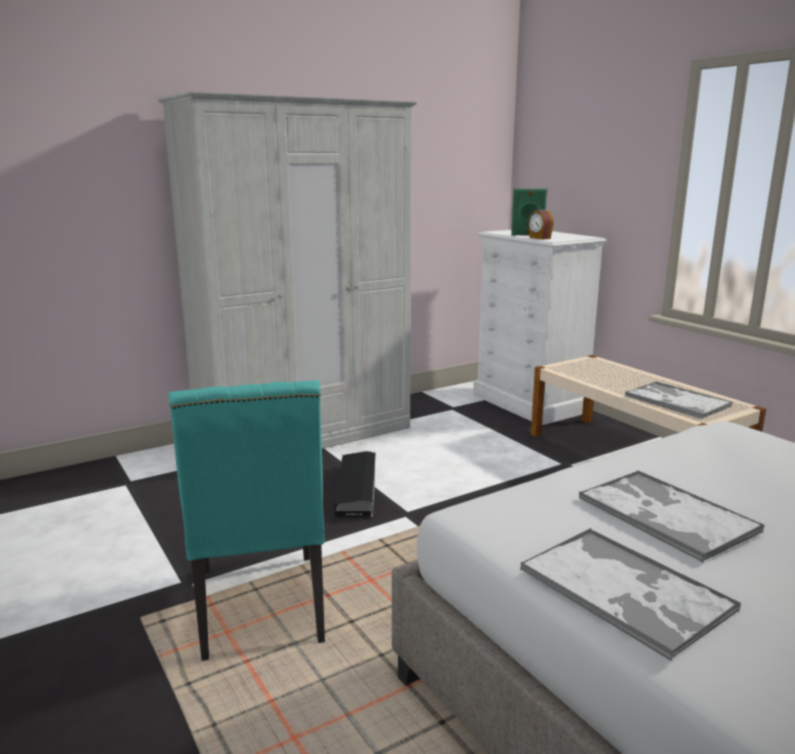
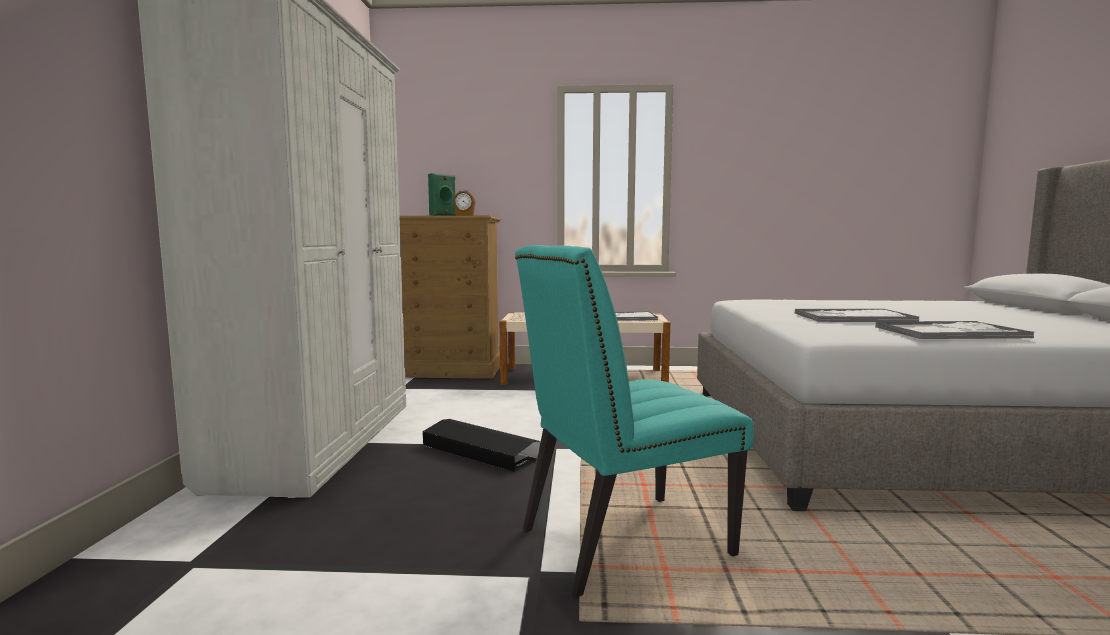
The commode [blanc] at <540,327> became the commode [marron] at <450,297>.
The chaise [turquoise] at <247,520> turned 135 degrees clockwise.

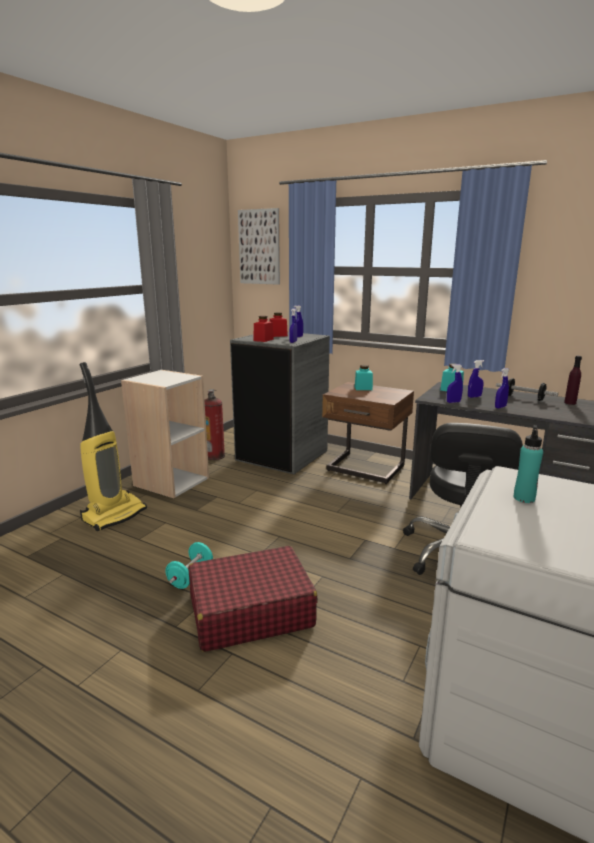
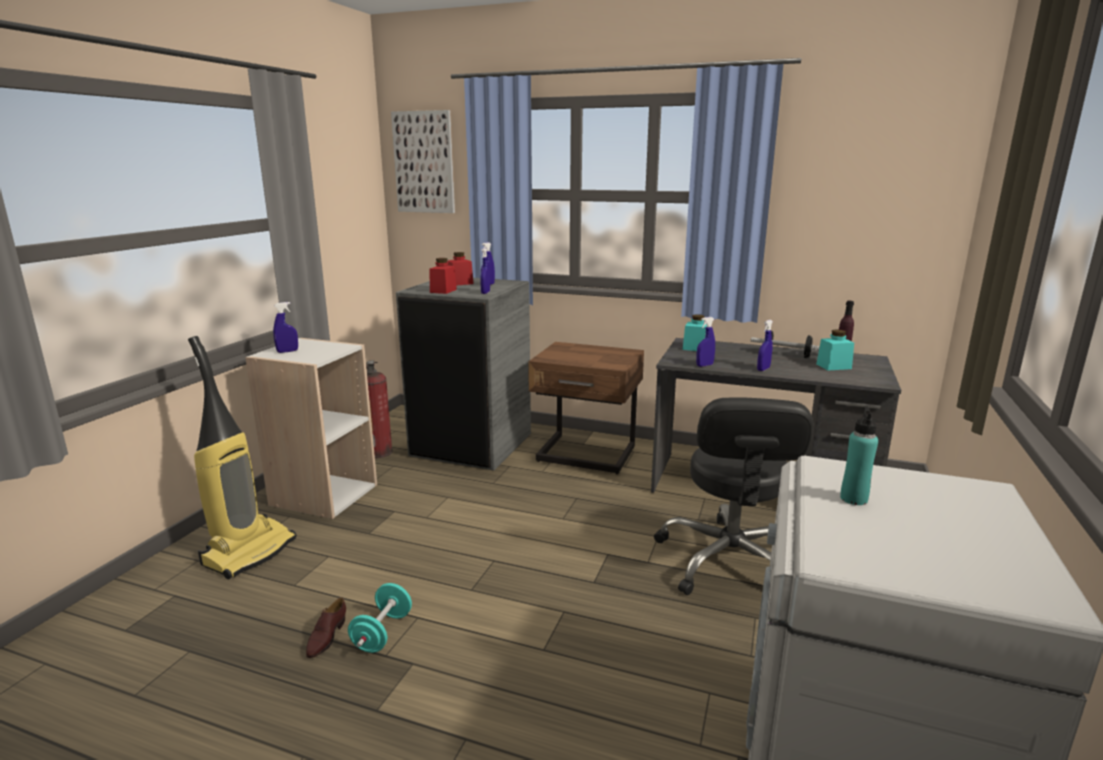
The valise [rouge] at <253,599> disappeared.
The chaussure [marron] at <326,628> appeared.
The bocal [turquoise] moved from <364,377> to <835,349>.
The vaporisateur [bleu] moved from <476,379> to <285,327>.

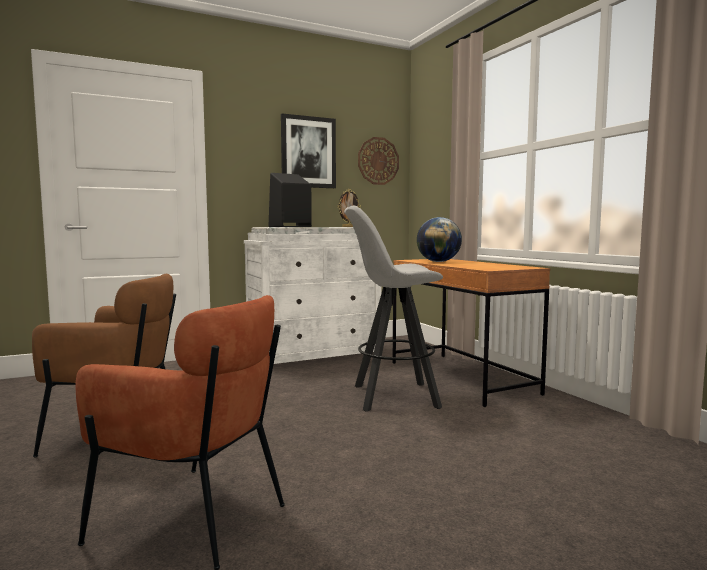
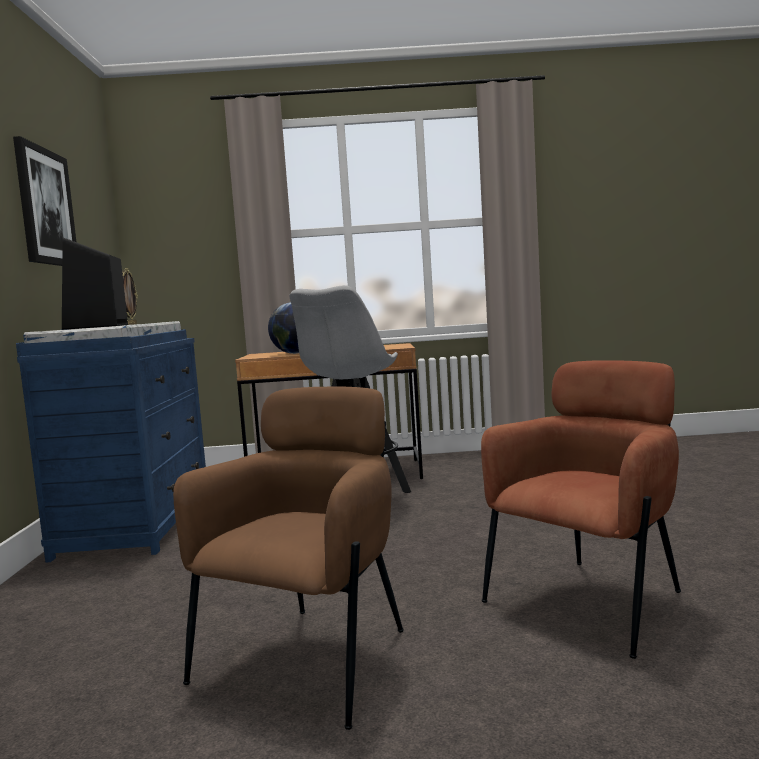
The horloge murale at <378,161> disappeared.
The commode [blanc] at <313,295> became the commode [bleu] at <111,441>.

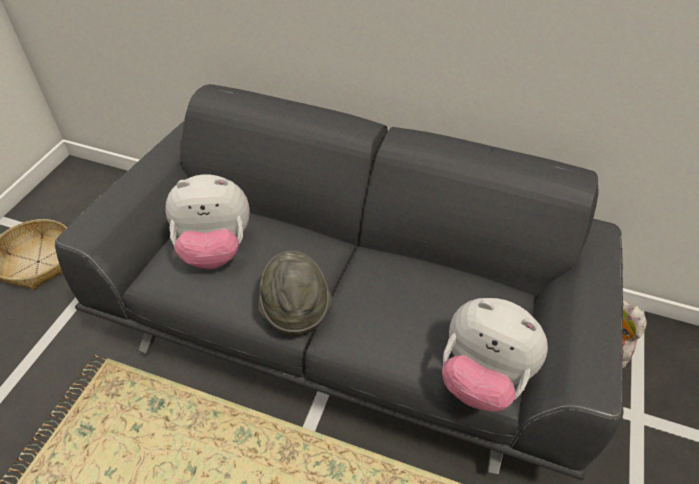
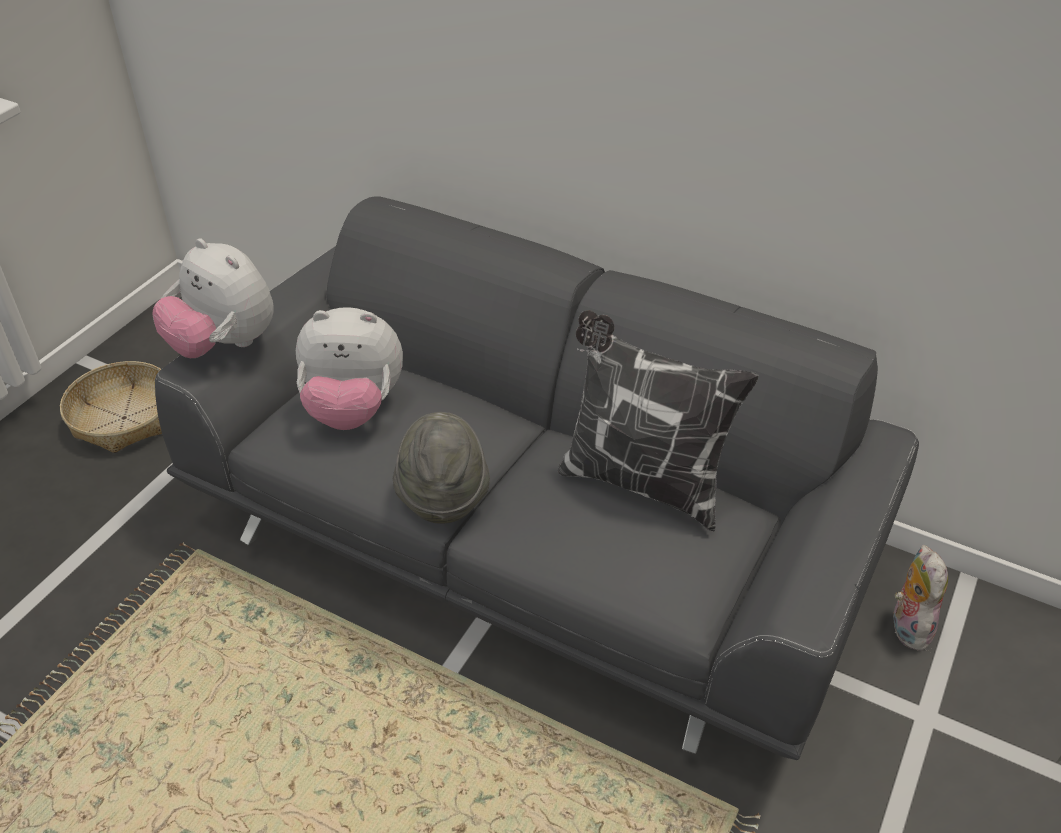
The coussin at <658,421> appeared.
The peluche moved from <495,355> to <213,298>.

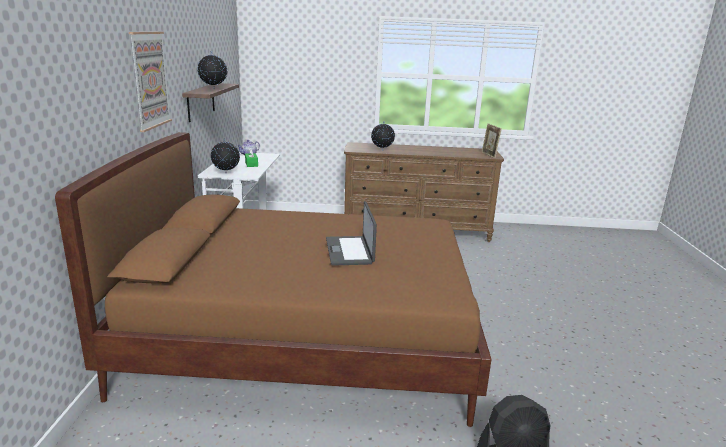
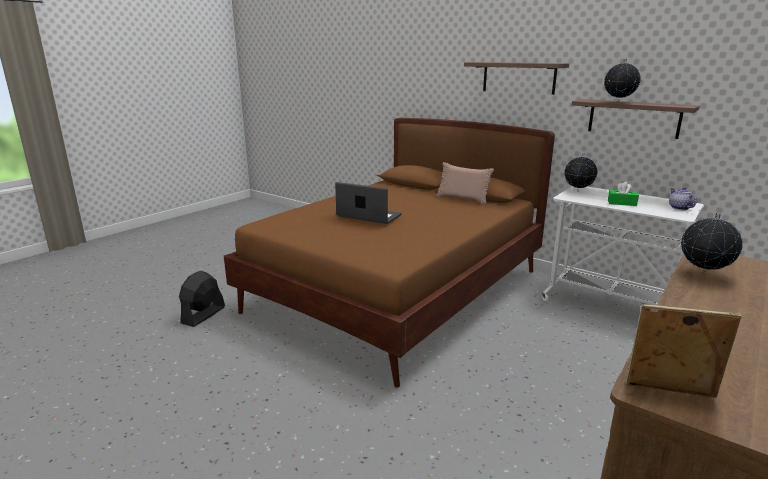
The coussin [beige] at <465,183> appeared.
The tableau at <150,82> was replaced by the étagère at <516,78>.

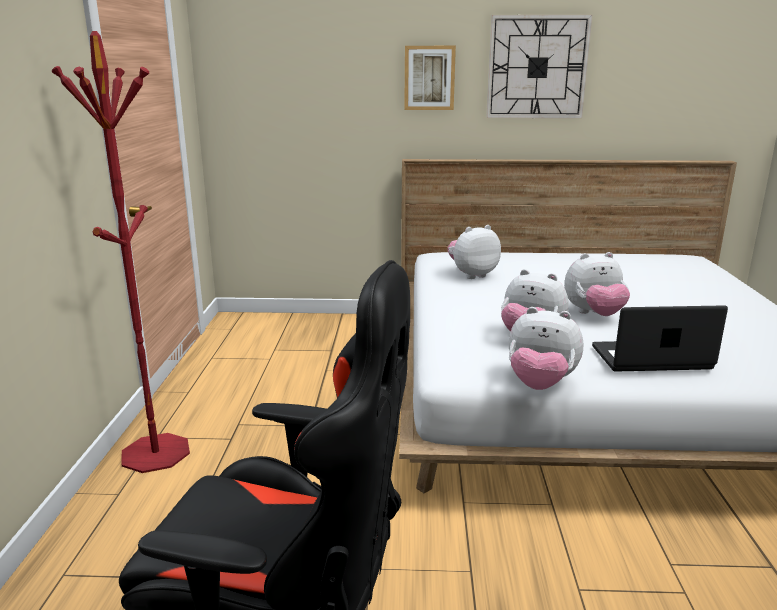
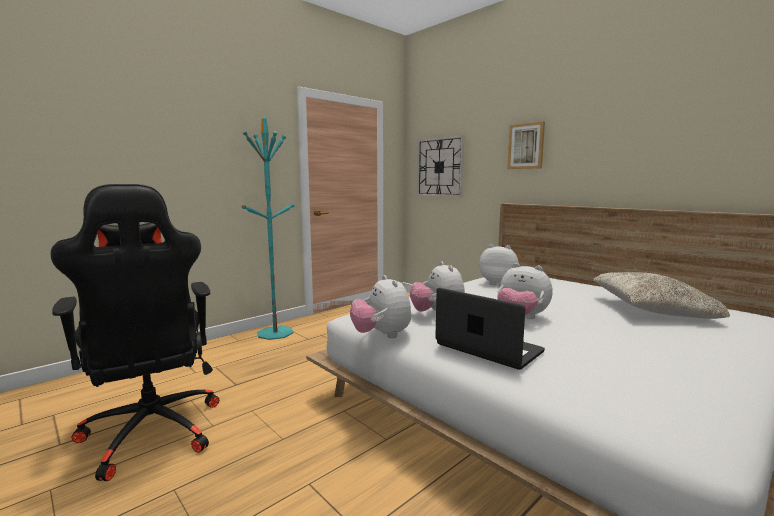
The coussin [beige] at <661,295> appeared.
The horloge murale moved from <539,66> to <440,166>.
The portant [rouge] at <121,252> became the portant [turquoise] at <268,228>.

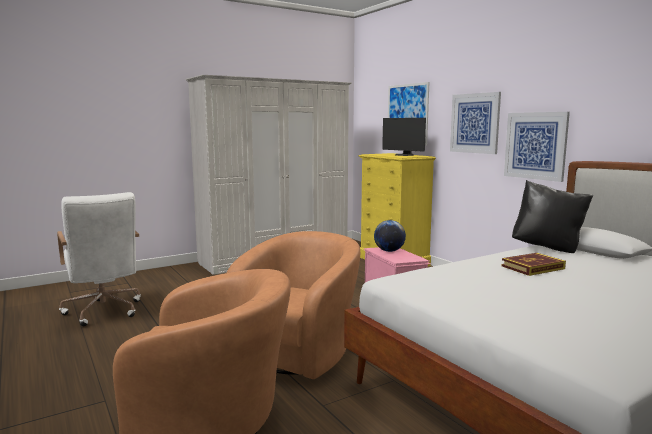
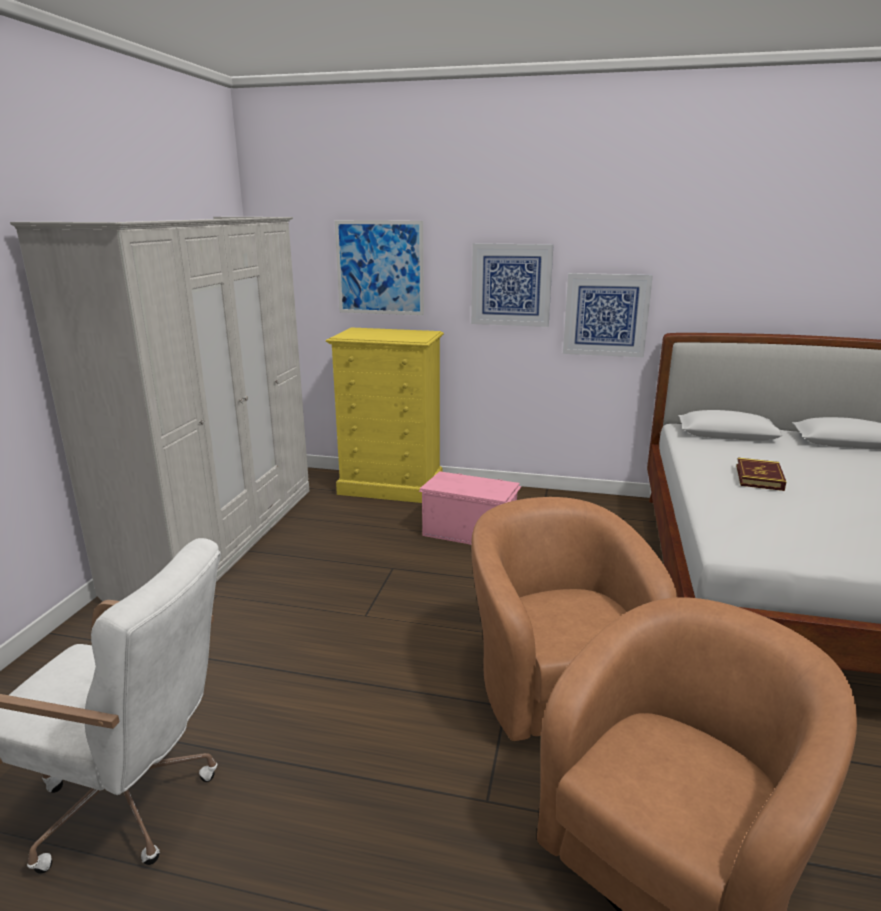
The globe at <390,236> disappeared.
The écran d'ordinateur at <404,137> disappeared.
The coussin [noir] at <552,216> disappeared.

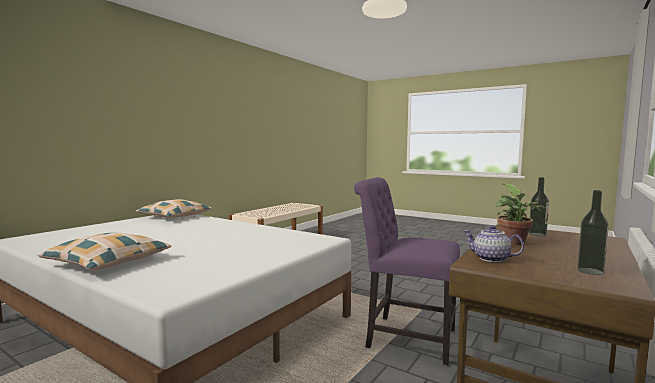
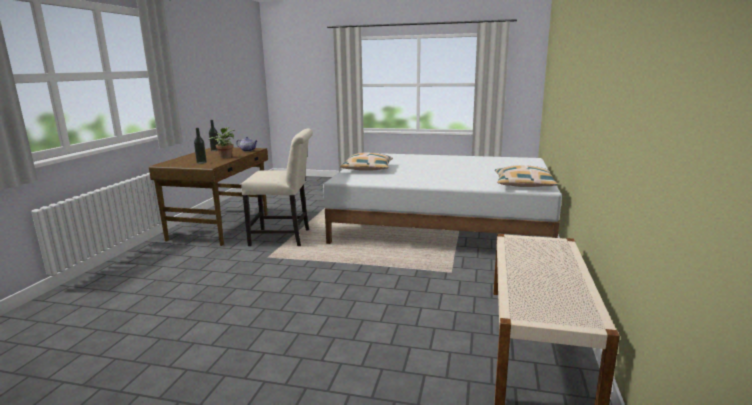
The coussin moved from <104,251> to <366,161>.
The chaise [violet] at <407,271> became the chaise [beige] at <277,187>.

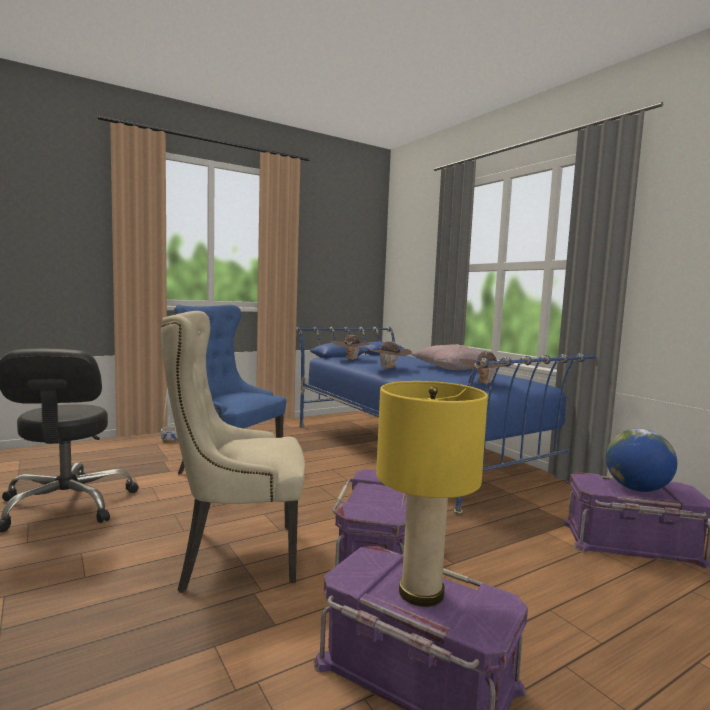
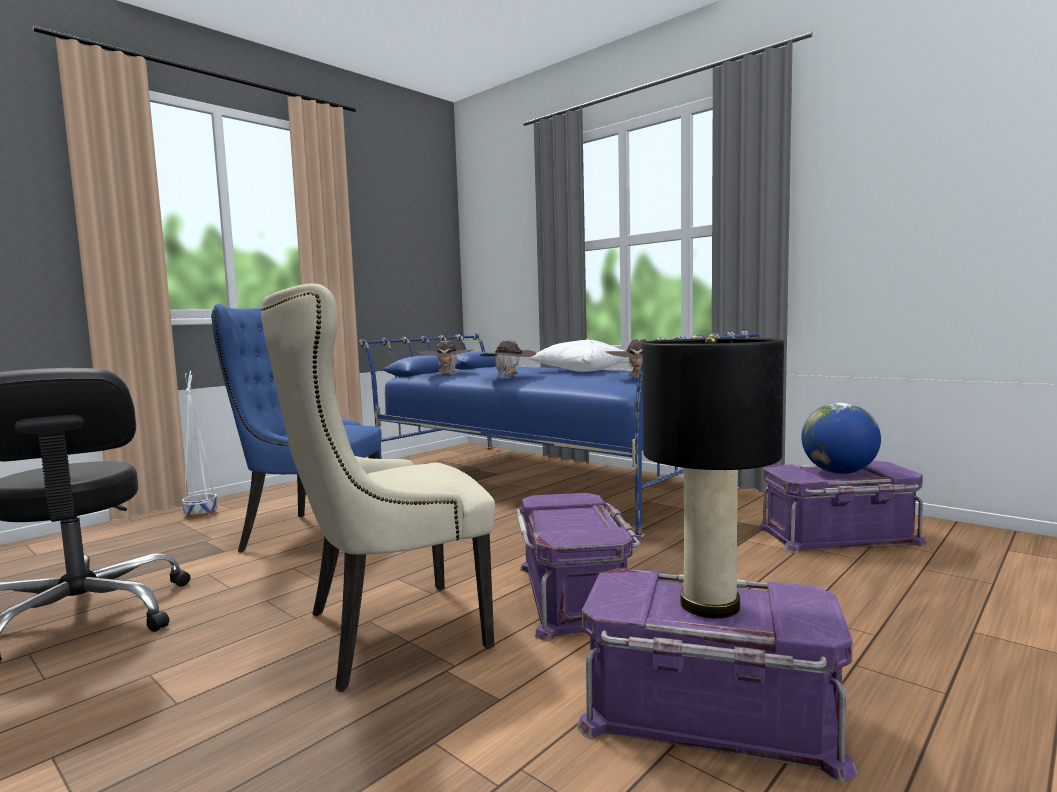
The lampe de table [jaune] at <432,494> became the lampe de table [noir] at <713,477>.
The coussin [violet] at <445,357> became the coussin [blanc] at <577,355>.

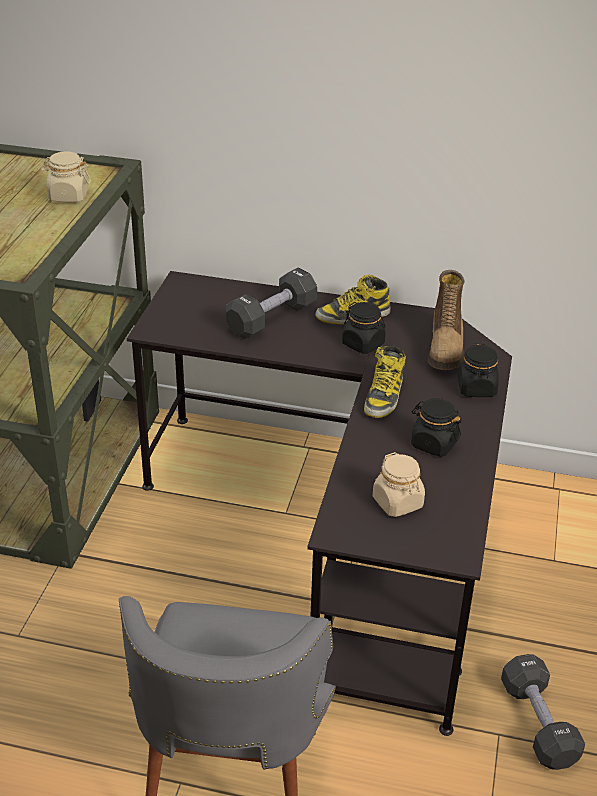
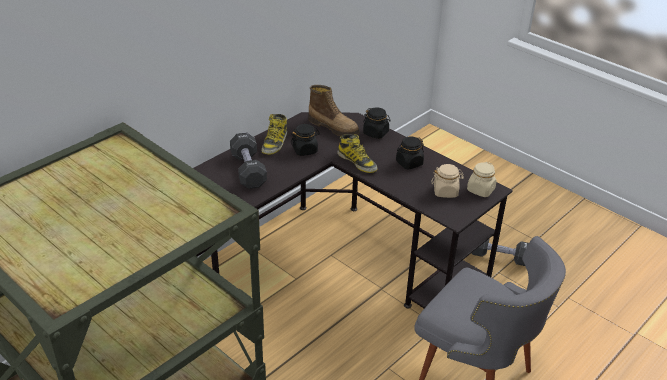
The bocal [beige] moved from <66,177> to <482,179>.

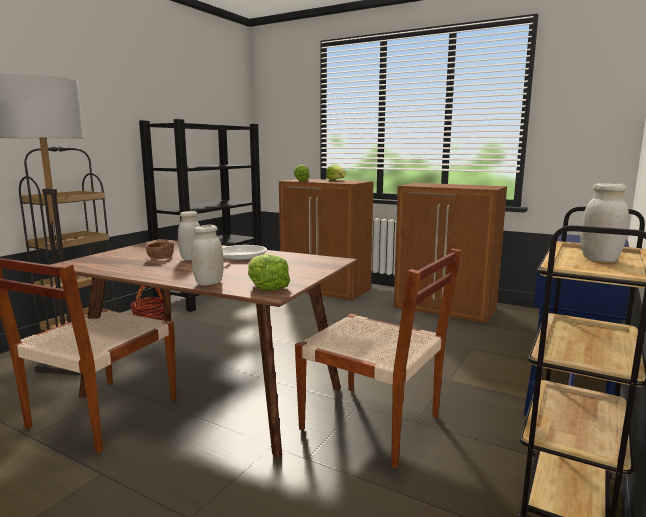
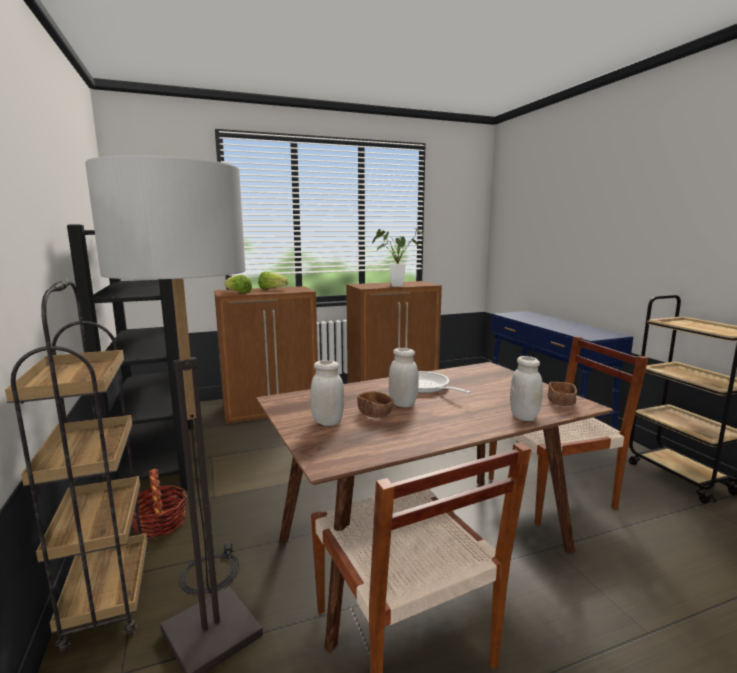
The plante en pot at <397,257> appeared.
The bocal [blanc] moved from <604,222> to <327,393>.
The laitue at <269,272> was replaced by the bol [marron] at <562,394>.

